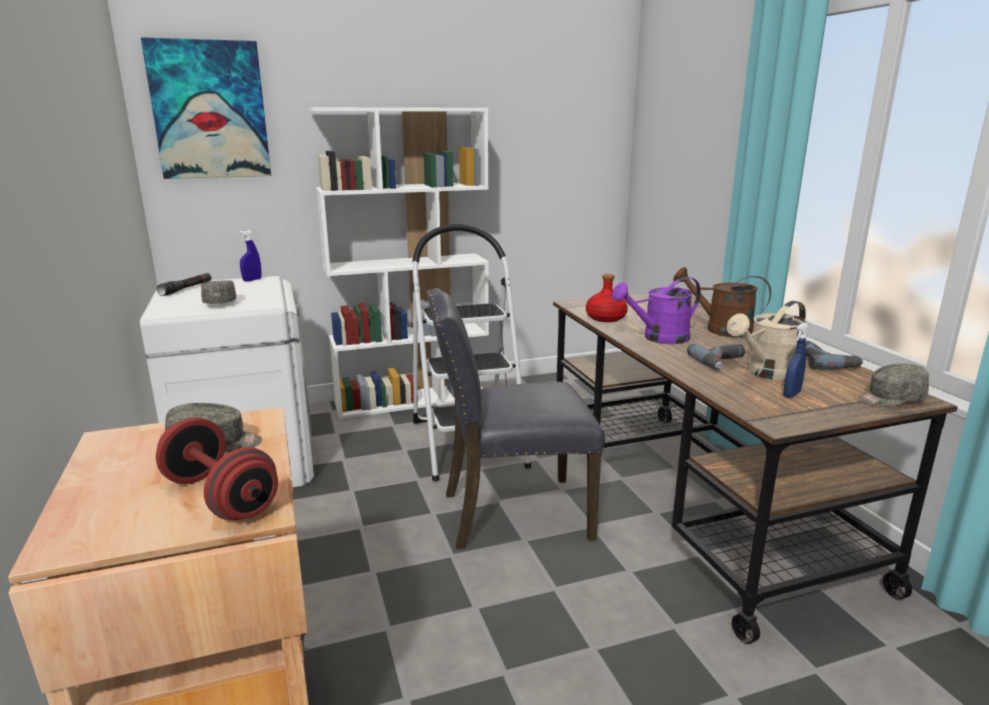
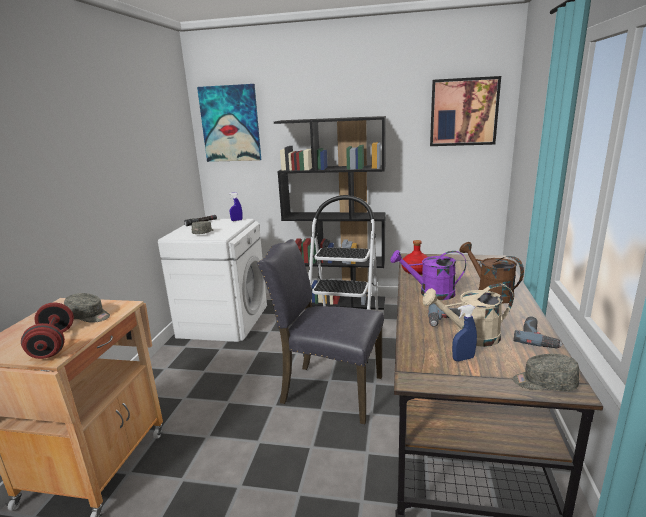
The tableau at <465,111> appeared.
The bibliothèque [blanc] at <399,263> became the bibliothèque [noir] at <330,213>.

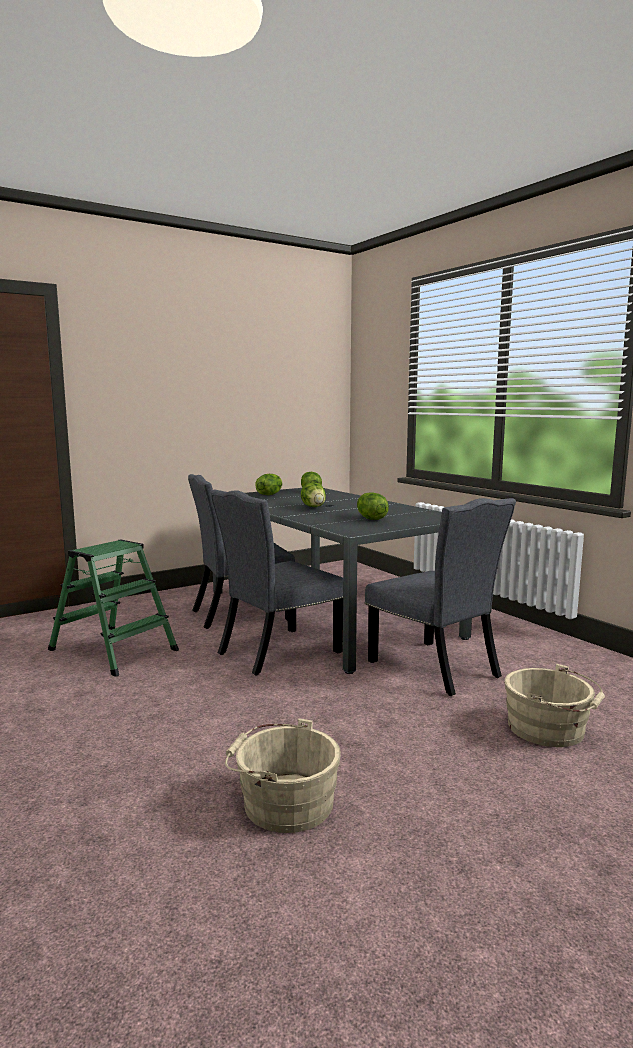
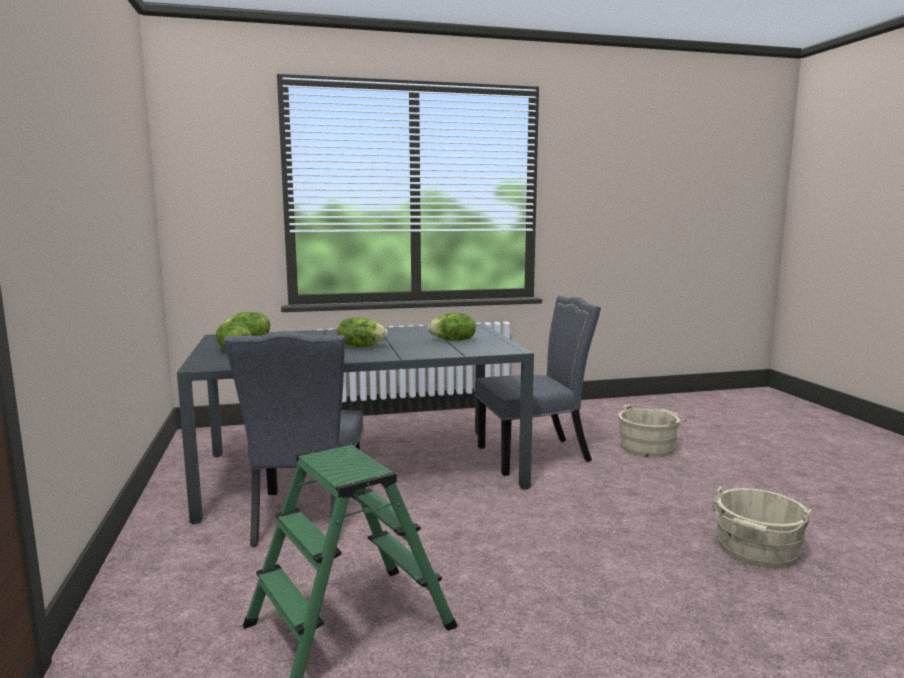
The chaise [gris] at <276,582> disappeared.

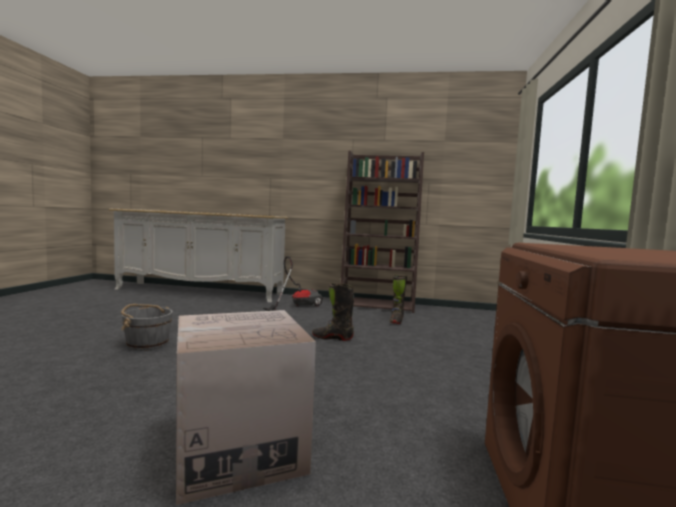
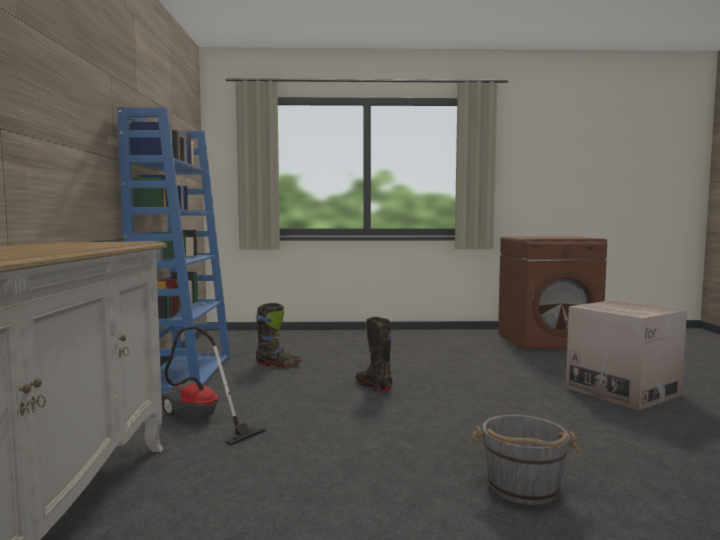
The bibliothèque [marron] at <382,232> became the bibliothèque [bleu] at <173,250>.
The botte [noir] at <333,312> turned 150 degrees clockwise.

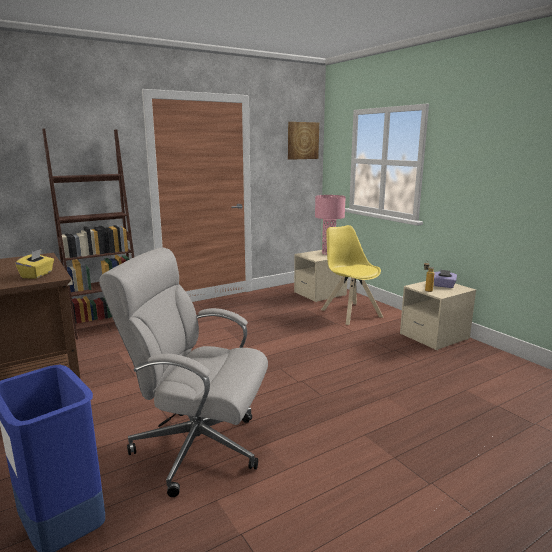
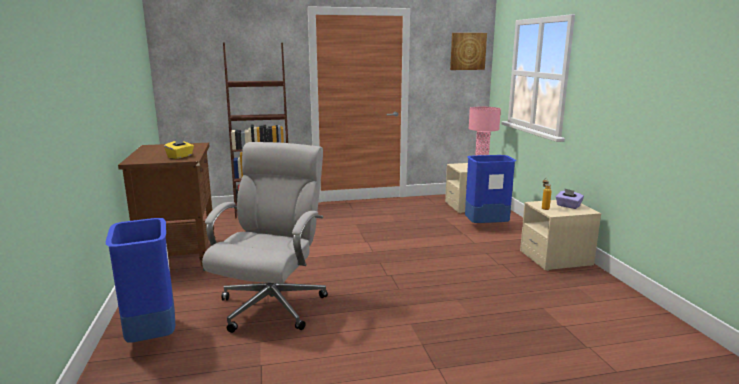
The chaise [jaune] at <352,275> was replaced by the poubelle [bleu] at <490,189>.
The chaise de bureau [gris] at <183,372> turned 75 degrees clockwise.

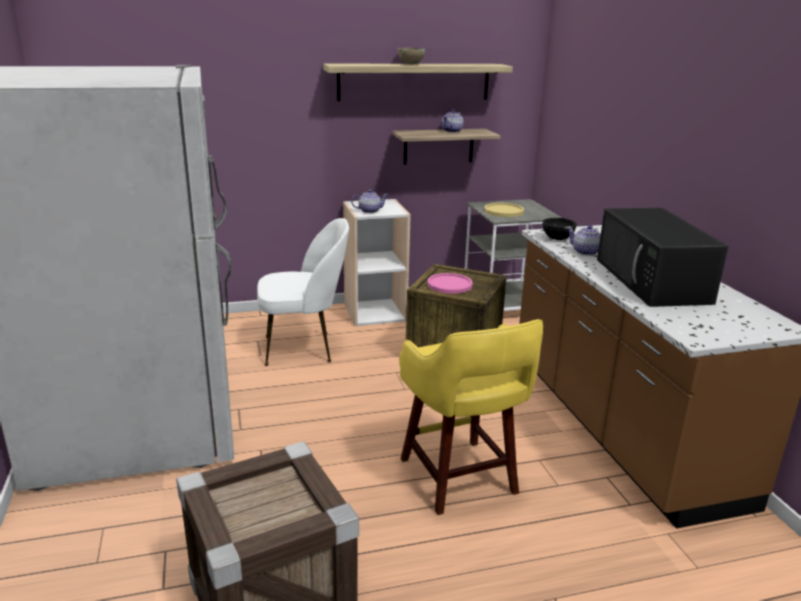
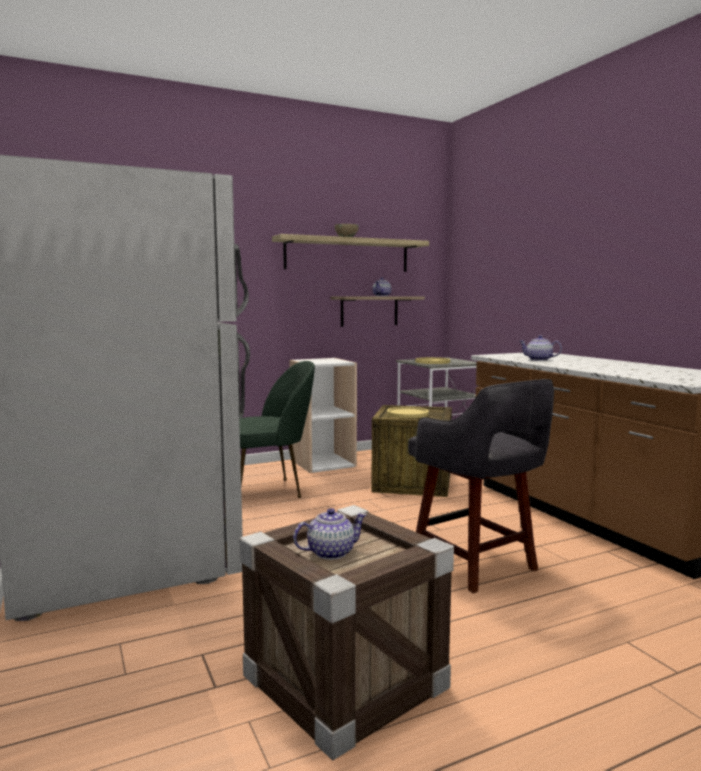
The bol [noir] at <560,229> disappeared.
The micro-ondes [noir] at <662,257> disappeared.
The théière moved from <369,201> to <330,534>.
The chaise [blanc] at <303,292> became the chaise [vert] at <277,429>.
The tabouret [jaune] at <471,417> became the tabouret [gris] at <481,486>.
The assiette [rose] at <450,283> became the assiette [jaune] at <408,412>.

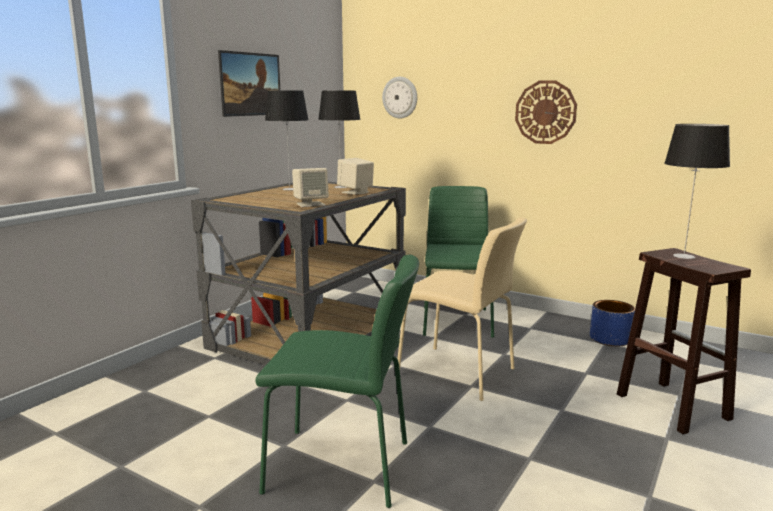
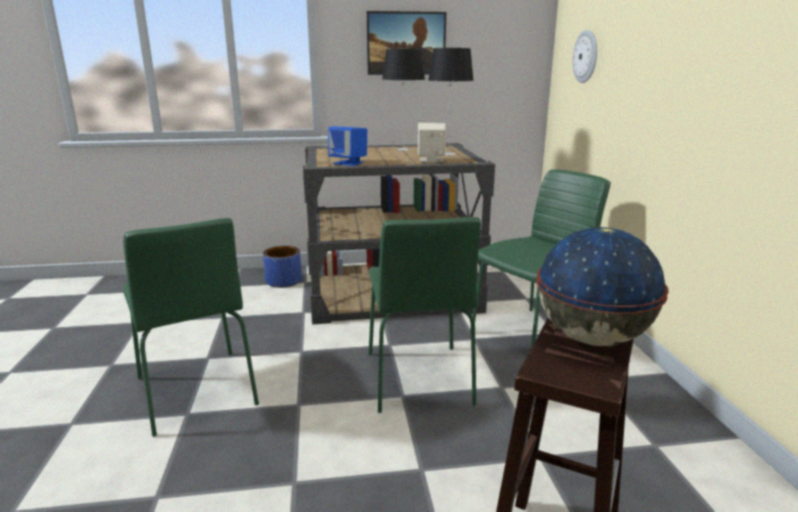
The horloge murale at <546,112> disappeared.
The cache-pot [bleu] moved from <612,323> to <282,267>.
The lampe de table at <697,191> was replaced by the globe at <602,286>.
The enceinte [beige] at <310,187> became the enceinte [bleu] at <347,146>.
The chaise [beige] at <462,309> became the chaise [vert] at <424,315>.

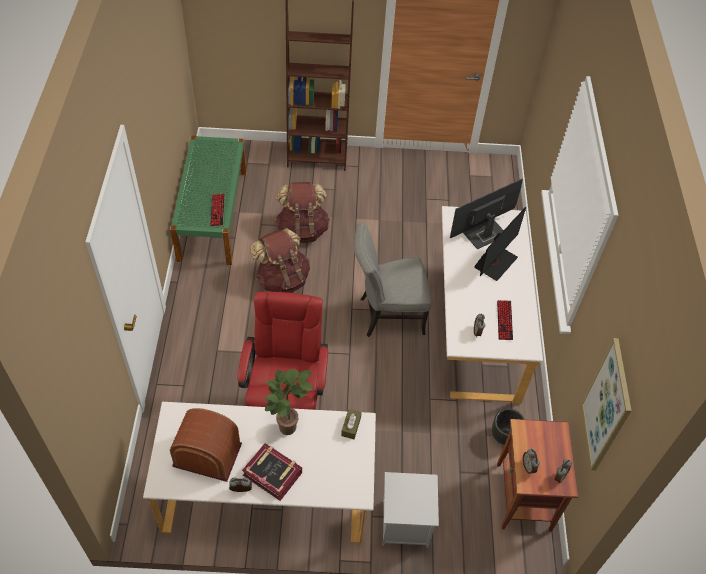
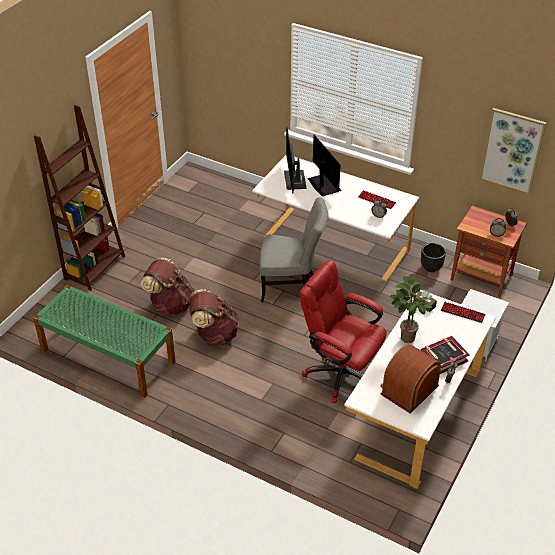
The clavier moved from <217,209> to <463,312>.
The chaise [gris] at <393,280> turned 105 degrees counterclockwise.

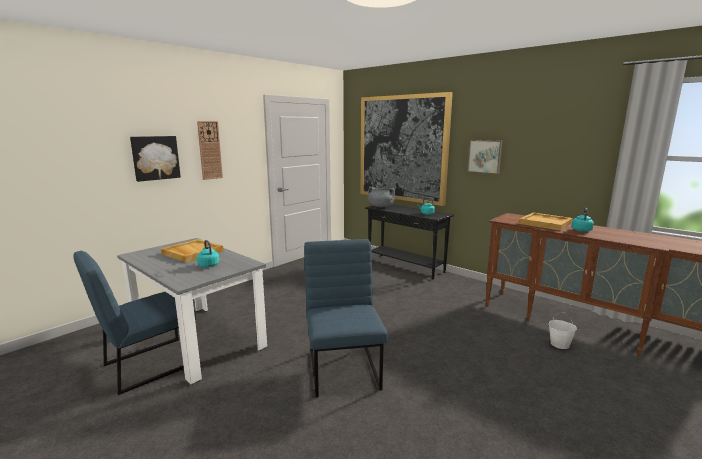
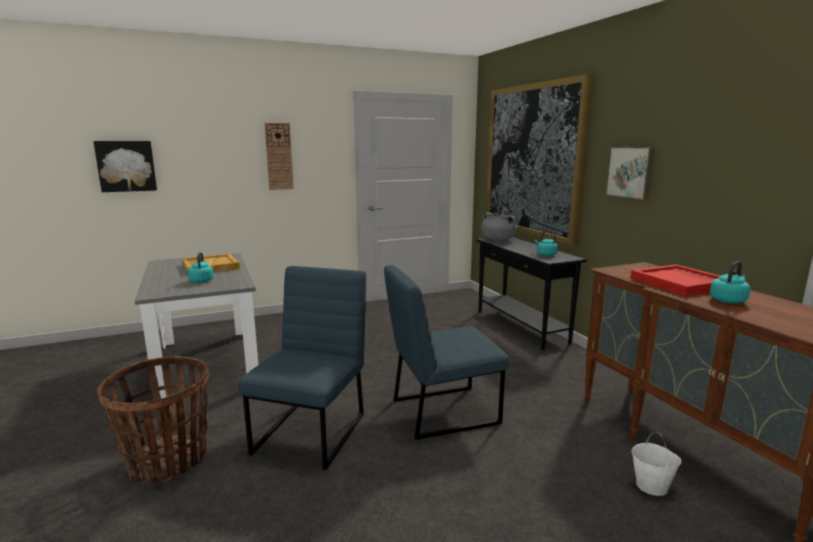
The panier at <153,419> appeared.
The chaise [bleu] moved from <134,323> to <446,352>.
The tableau moved from <155,159> to <125,166>.
The plateau [beige] at <546,222> became the plateau [rouge] at <675,280>.

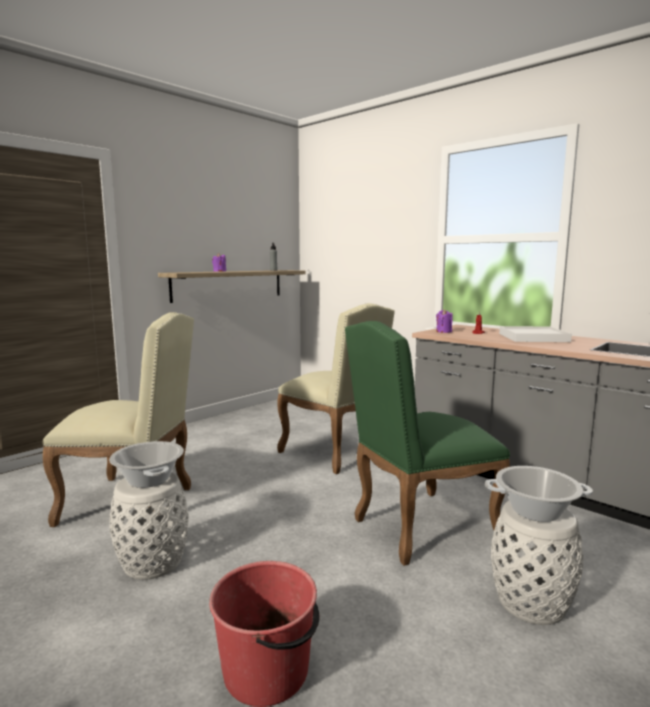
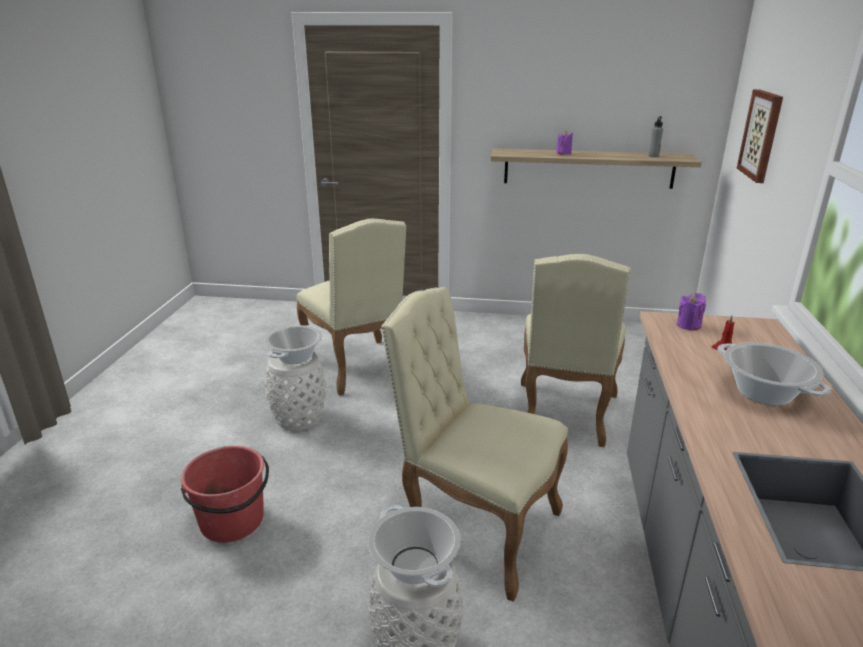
The tableau at <760,136> appeared.
The plateau [blanc] at <535,334> was replaced by the marmite at <774,373>.
The chaise [vert] at <427,443> became the chaise [beige] at <474,444>.

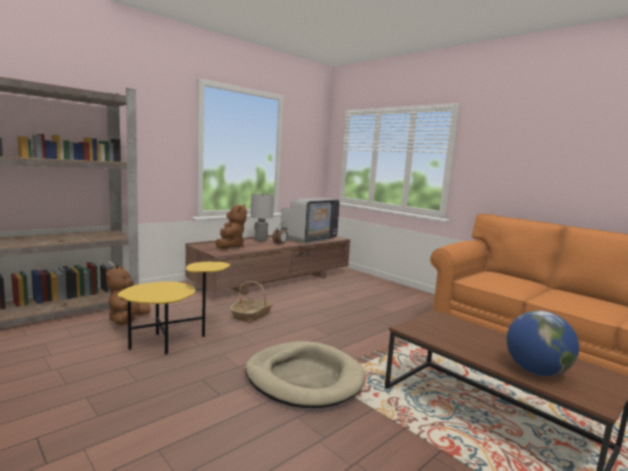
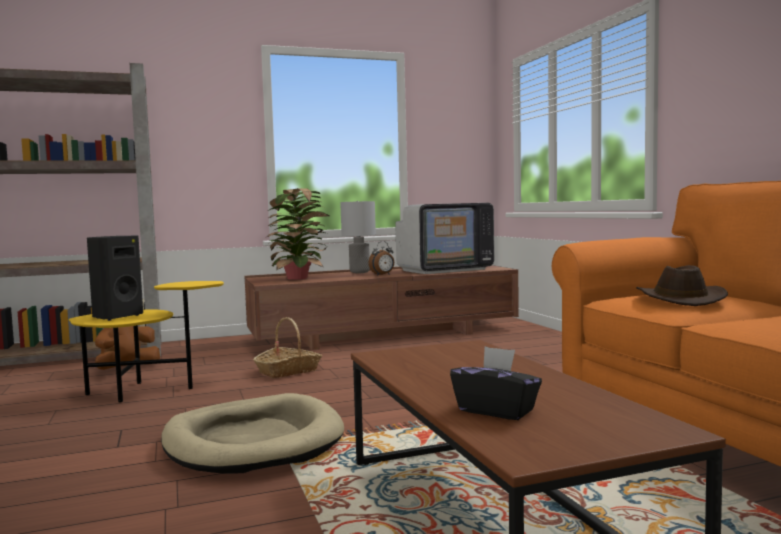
The enceinte [noir] at <115,278> appeared.
The chapeau [marron] at <682,285> appeared.
The peluche [marron] at <231,226> was replaced by the plante en pot at <298,234>.
The globe at <543,343> was replaced by the boîte à mouchoirs [noir] at <496,383>.

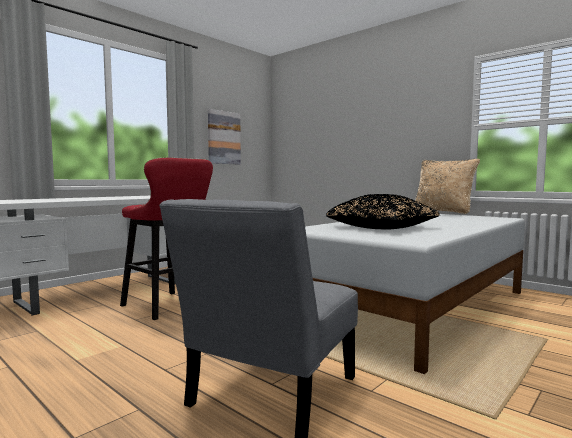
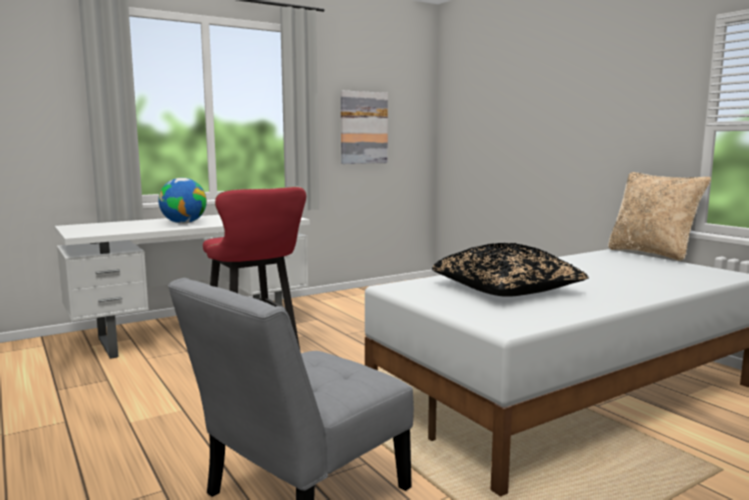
The globe at <182,201> appeared.

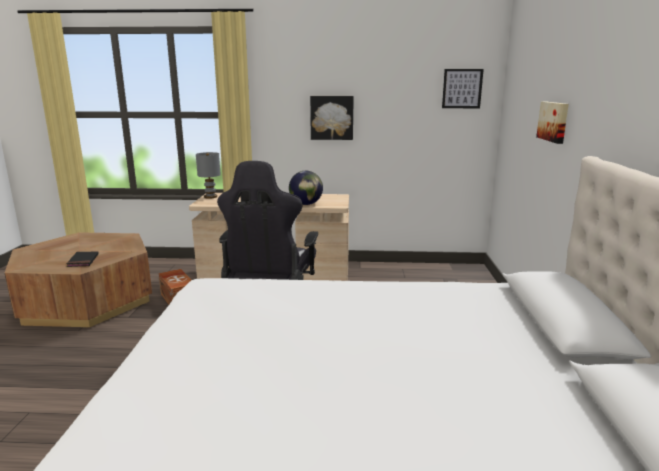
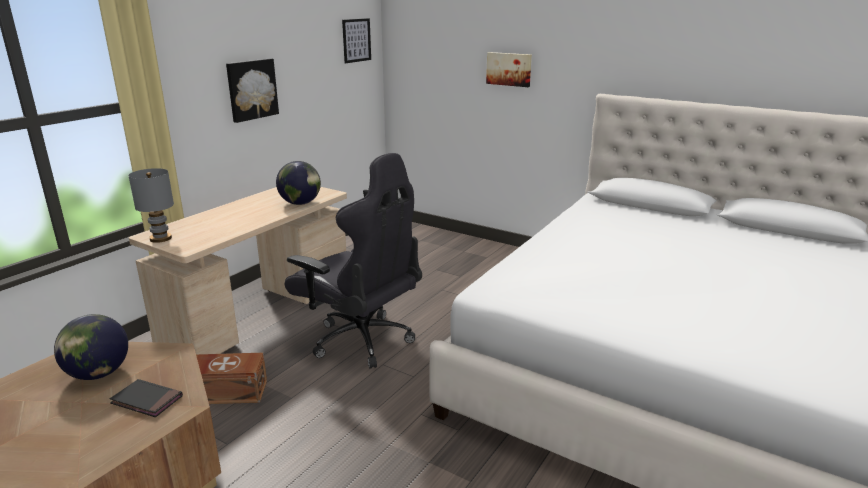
The globe at <91,347> appeared.

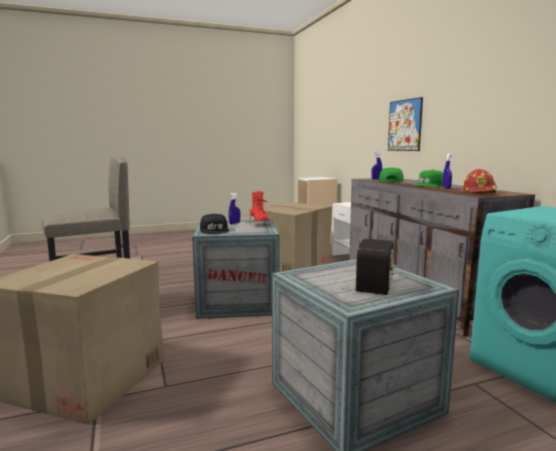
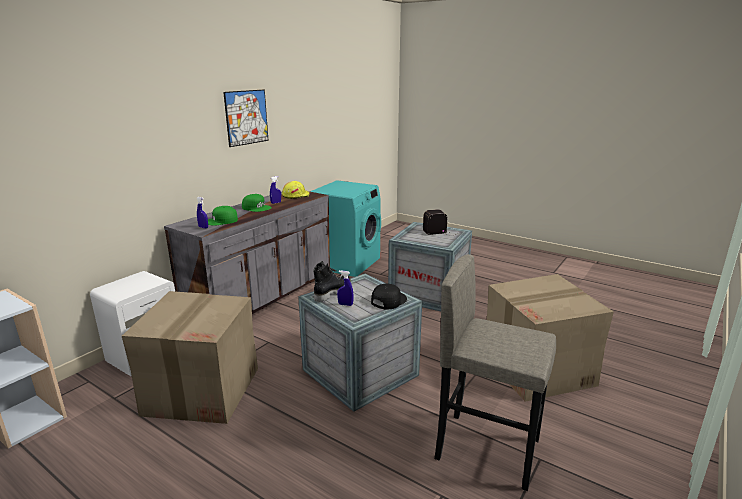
The tableau moved from <405,124> to <246,118>.
The botte [rouge] at <260,208> became the botte [noir] at <332,281>.
The casque de chantier [rouge] at <480,181> became the casque de chantier [jaune] at <295,190>.

